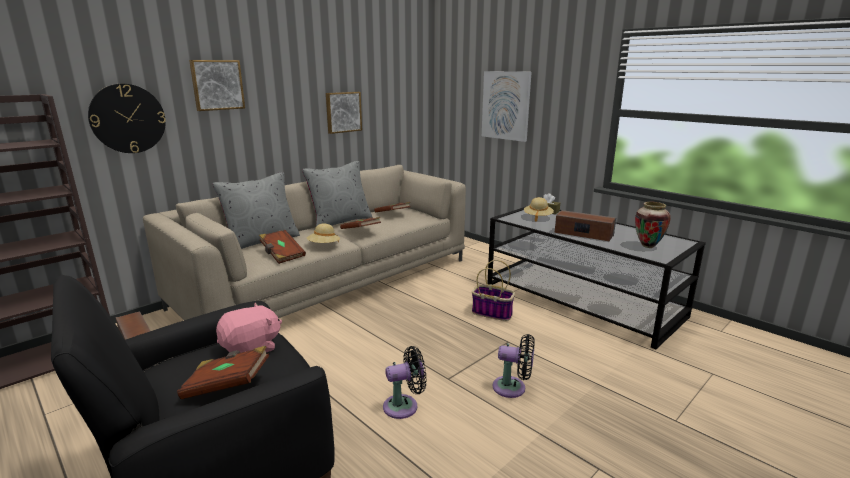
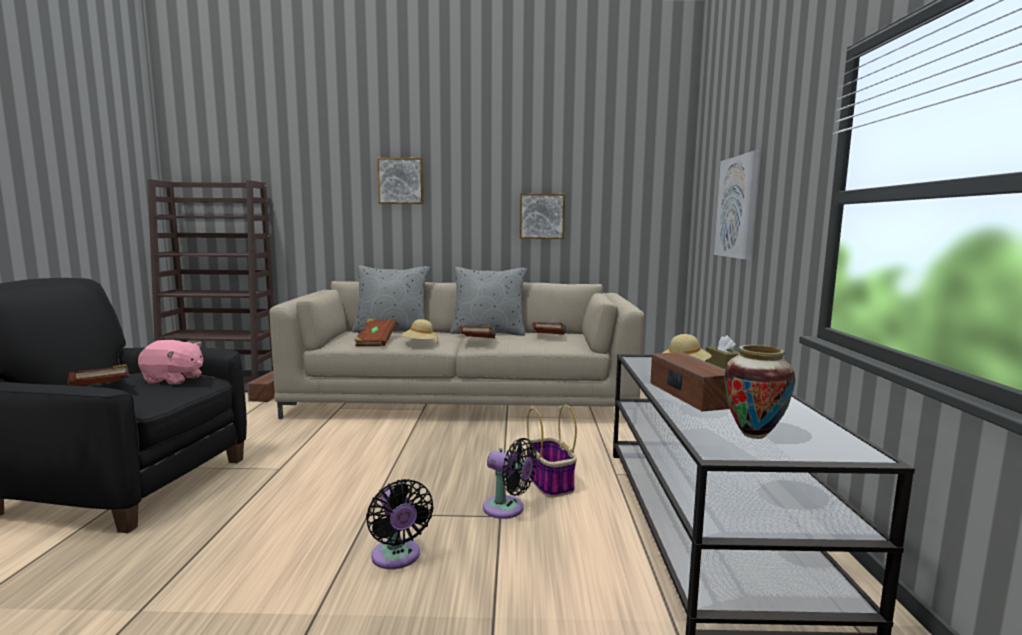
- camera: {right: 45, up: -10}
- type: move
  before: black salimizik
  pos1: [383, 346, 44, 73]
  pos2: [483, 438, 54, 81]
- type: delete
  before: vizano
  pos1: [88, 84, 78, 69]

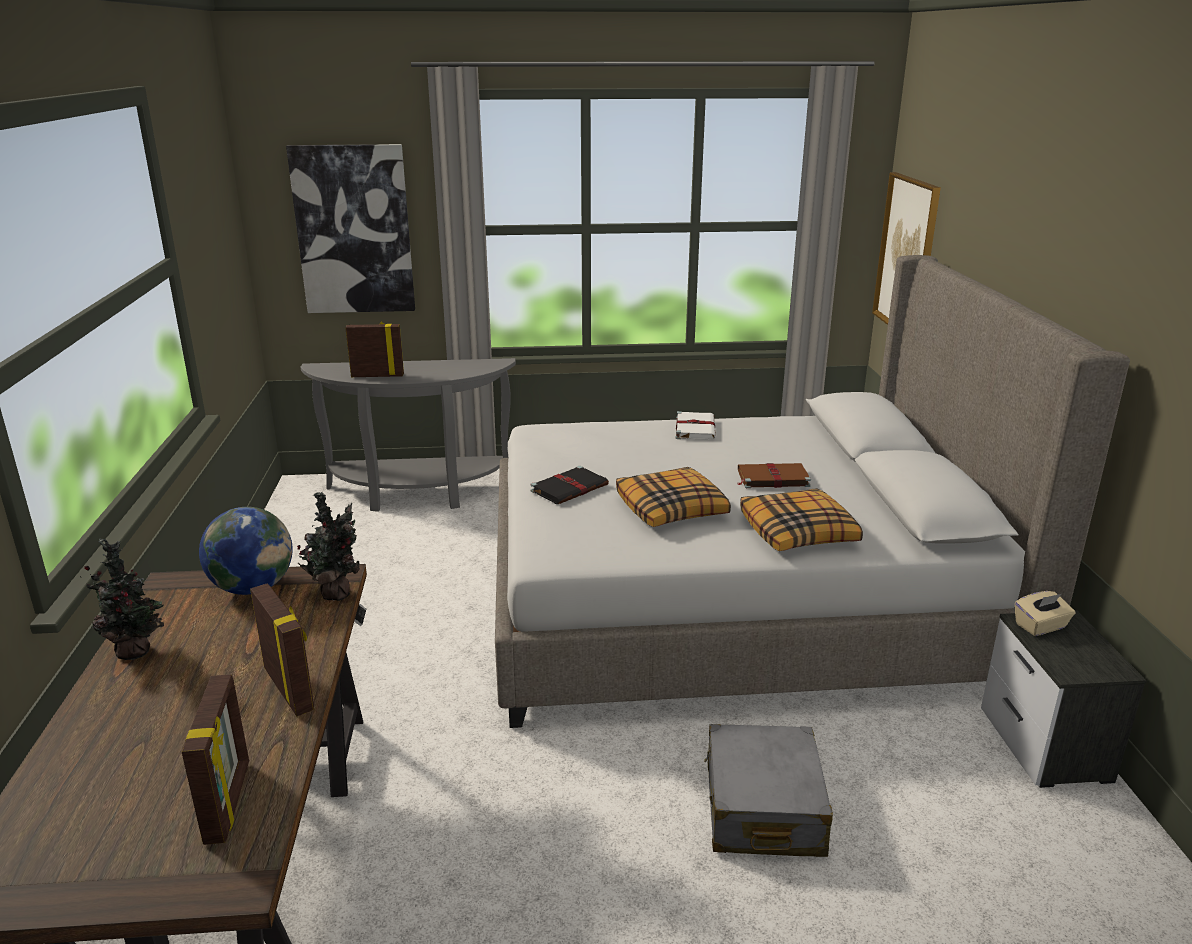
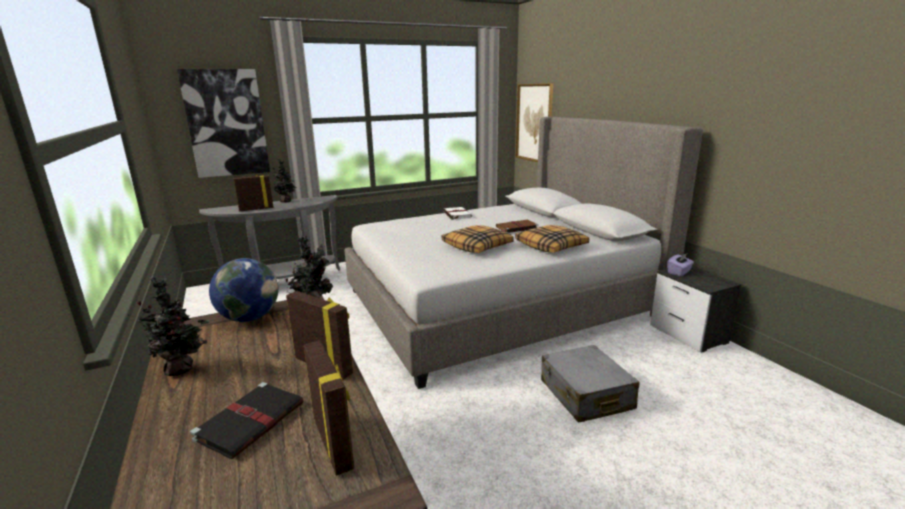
- camera: {right: -20, up: -5}
- type: move
  before: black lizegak
  pos1: [530, 466, 79, 38]
  pos2: [190, 382, 114, 77]
- type: insert
  after: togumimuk
  pos2: [273, 159, 24, 44]
- type: recolor
  before: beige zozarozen
  after: purple zozarozen
  pos1: [1015, 591, 60, 45]
  pos2: [667, 254, 27, 22]

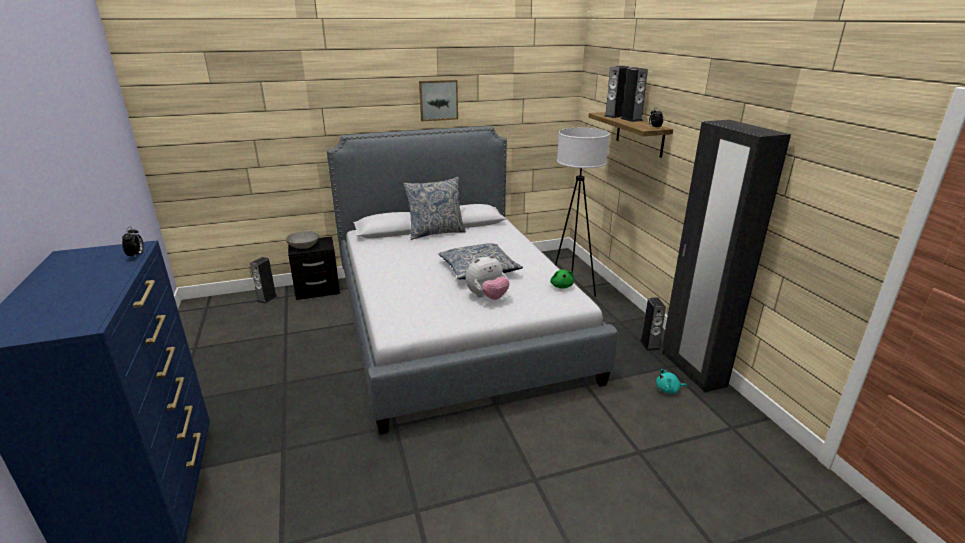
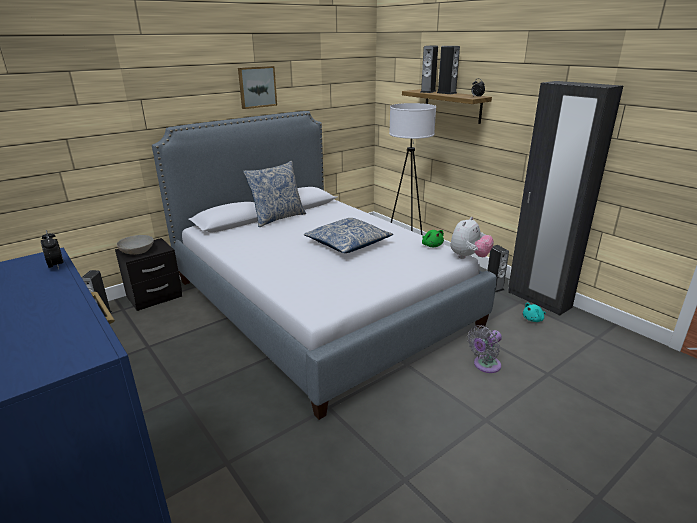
- camera: {right: -20, up: 0}
- type: move
  before: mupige
  pos1: [465, 255, 45, 45]
  pos2: [450, 217, 44, 42]
- type: insert
  after: grey salimizik
  pos2: [467, 325, 35, 48]

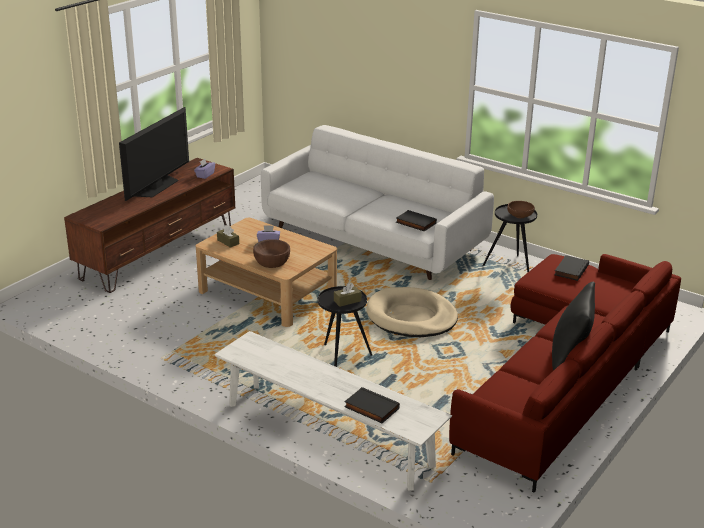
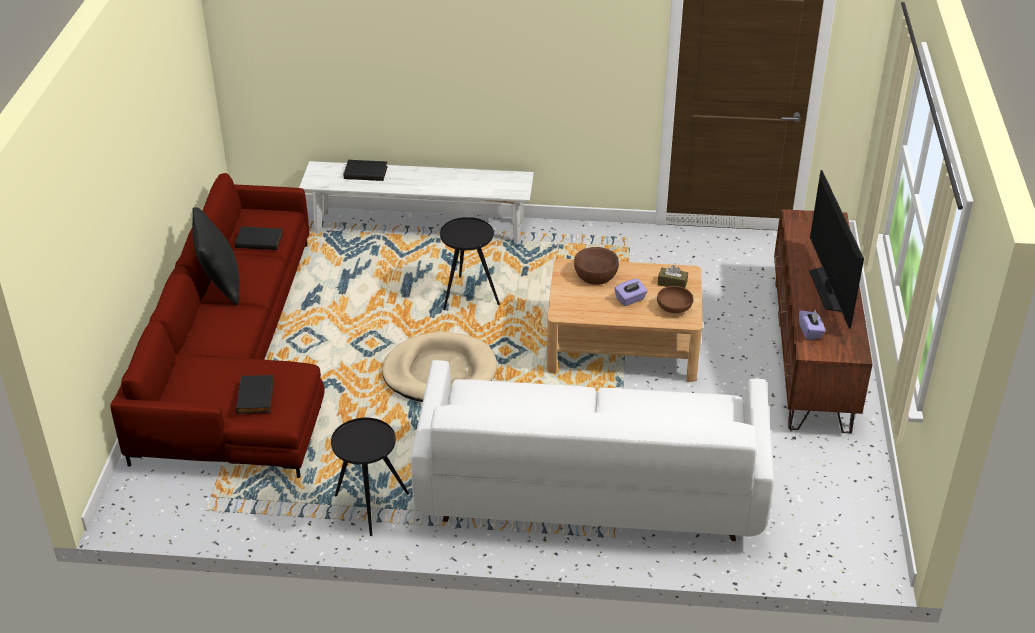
- camera: {right: 150, up: 10}
- type: move
  before: black lizegak
  pos1: [396, 210, 41, 21]
  pos2: [235, 226, 48, 24]
- type: move
  before: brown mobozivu
  pos1: [507, 201, 28, 17]
  pos2: [657, 286, 36, 27]
- type: delete
  before: brown zozarozen
  pos1: [334, 283, 27, 24]

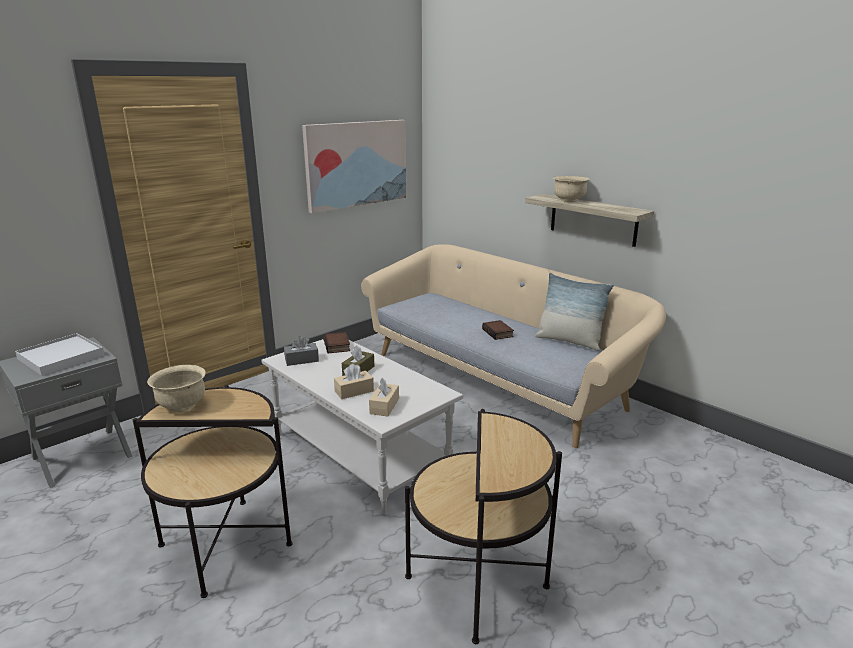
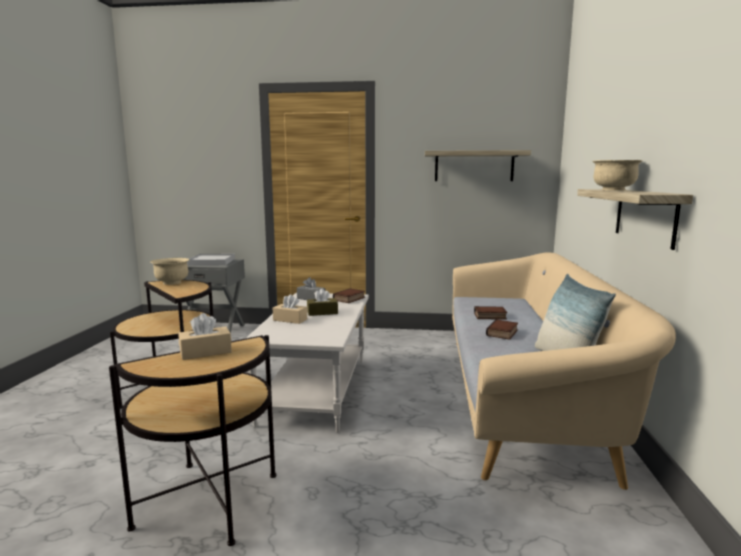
- camera: {right: 50, up: -10}
- type: move
  before: beige zozarozen
  pos1: [369, 378, 30, 39]
  pos2: [179, 313, 53, 47]
- type: replace
  before: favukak
  after: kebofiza
  pos1: [302, 120, 104, 93]
  pos2: [425, 150, 106, 31]
- type: insert
  after: lizegak
  pos2: [474, 306, 33, 14]

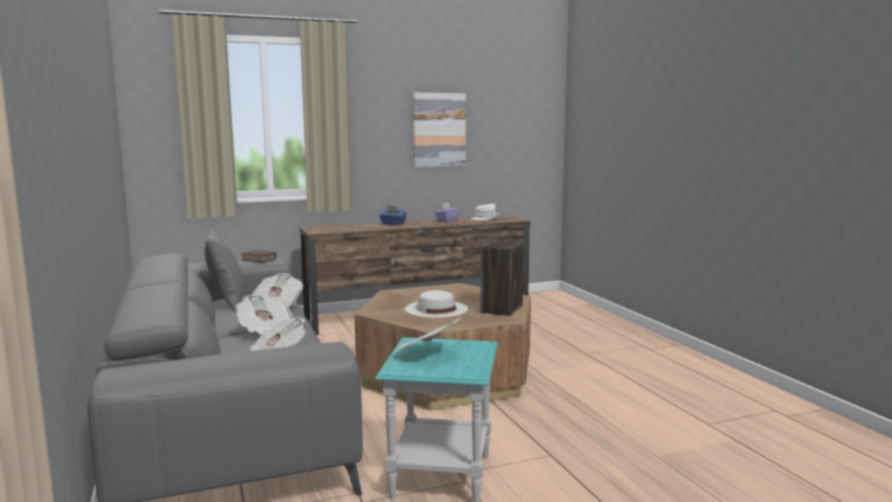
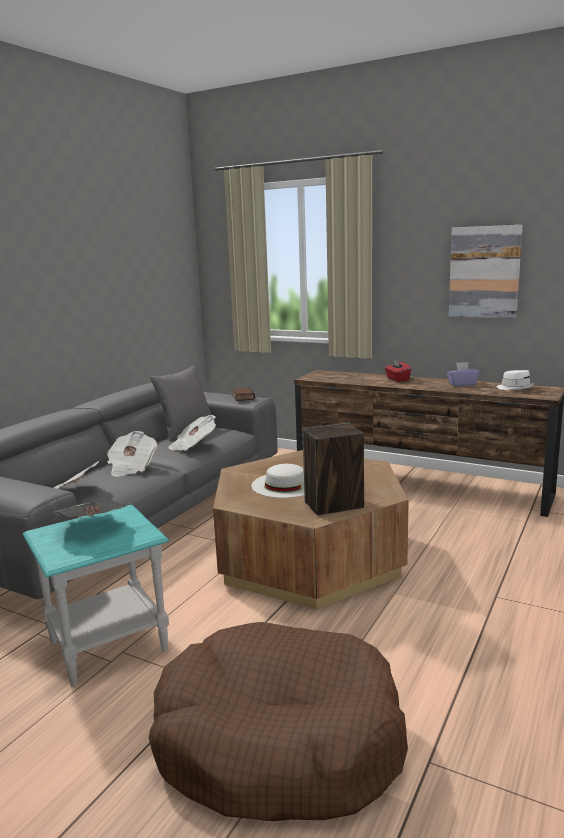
- camera: {right: 50, up: 5}
- type: insert
  after: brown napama
  pos2: [149, 622, 259, 199]
- type: recolor
  before: blue zozarozen
  after: red zozarozen
  pos1: [379, 206, 28, 19]
  pos2: [385, 359, 26, 23]

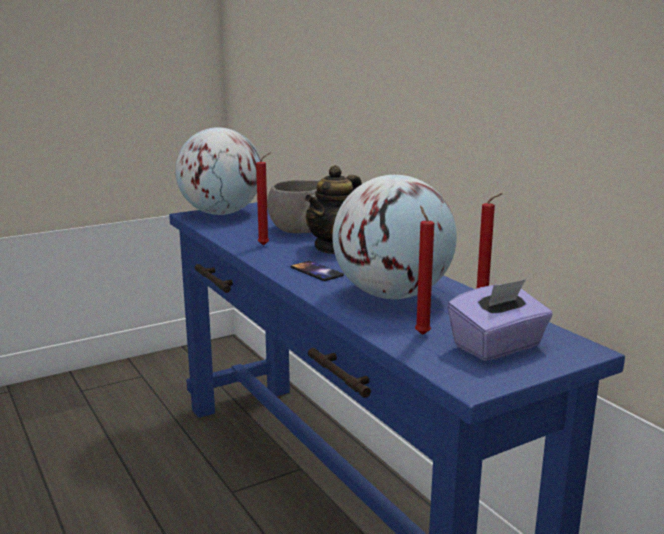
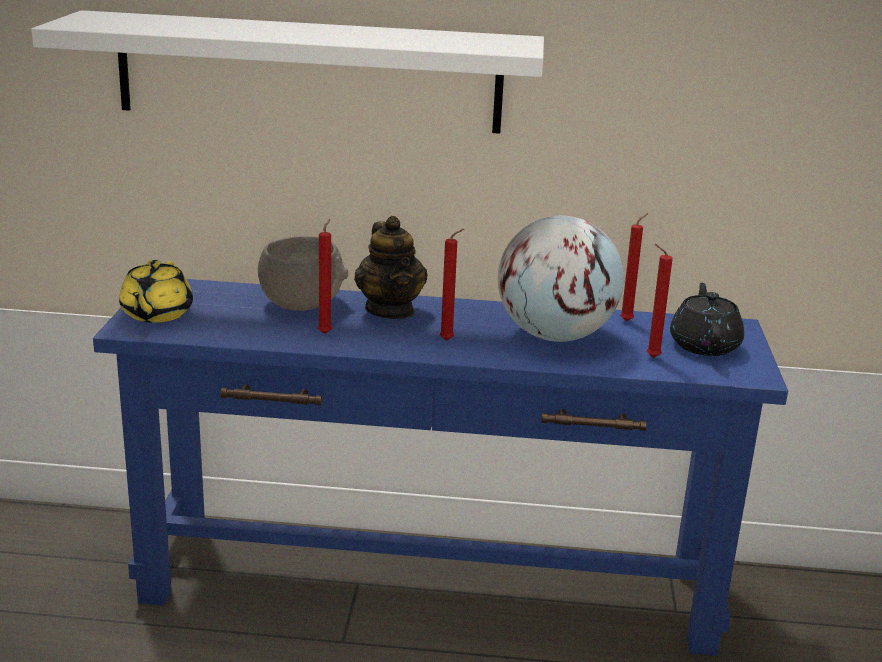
- camera: {right: -55, up: 5}
- type: insert
  after: white kebofiza
  pos2: [31, 10, 513, 124]
- type: replace
  before: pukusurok
  after: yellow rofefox
  pos1: [175, 127, 86, 88]
  pos2: [119, 260, 74, 63]
- type: replace
  before: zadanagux
  after: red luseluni
  pos1: [291, 261, 53, 20]
  pos2: [439, 229, 25, 112]
- type: replace
  before: purple zozarozen
  after: black rofefox
  pos1: [447, 279, 106, 82]
  pos2: [670, 283, 74, 73]

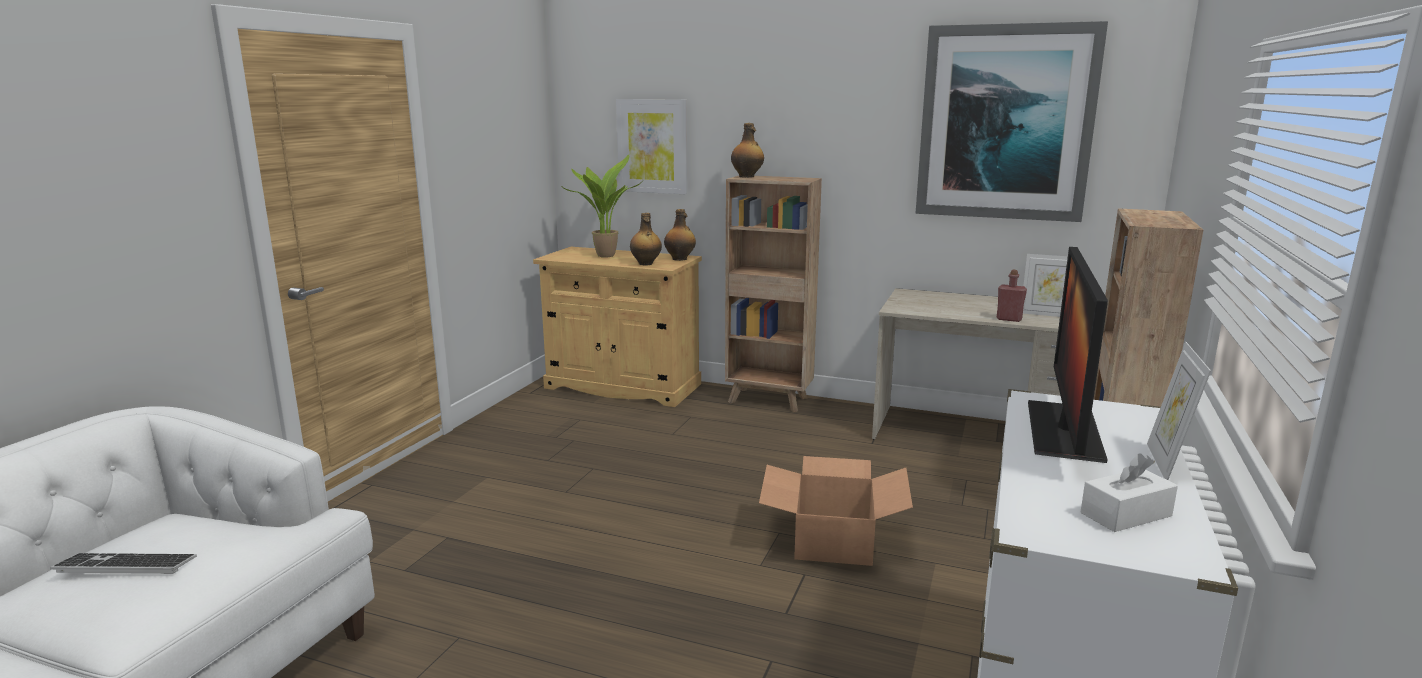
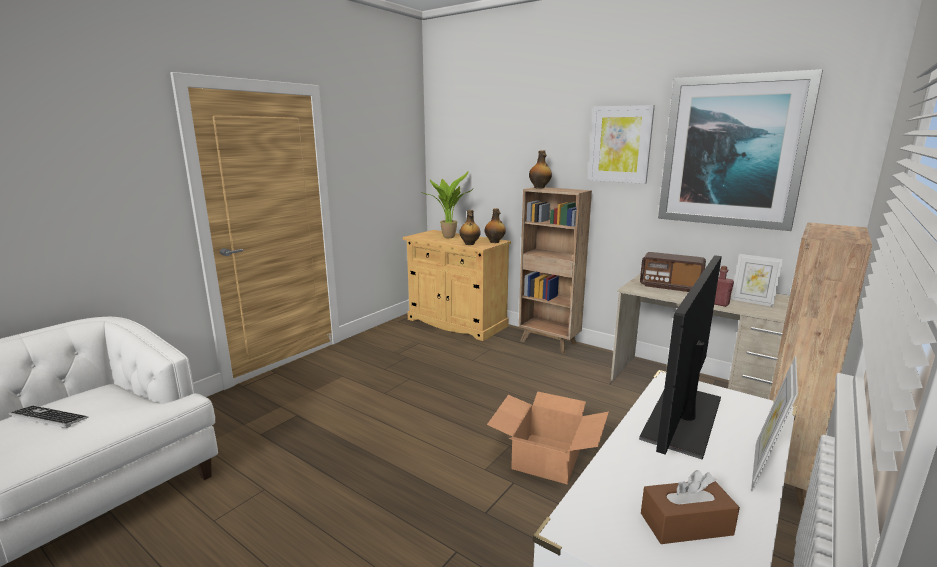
- camera: {right: 15, up: 0}
- type: move
  before: favukak
  pos1: [616, 99, 71, 95]
  pos2: [588, 105, 67, 79]
- type: insert
  after: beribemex
  pos2: [640, 252, 66, 40]
- type: recolor
  before: white zozarozen
  after: brown zozarozen
  pos1: [1081, 453, 97, 79]
  pos2: [641, 470, 99, 74]

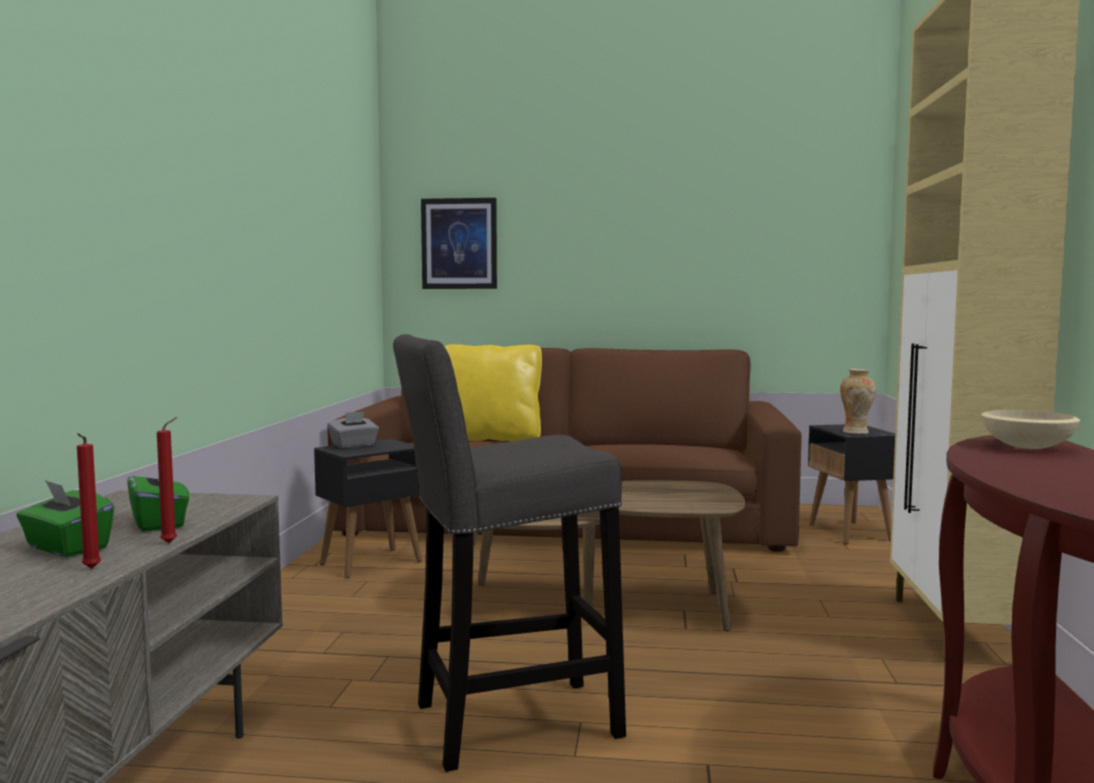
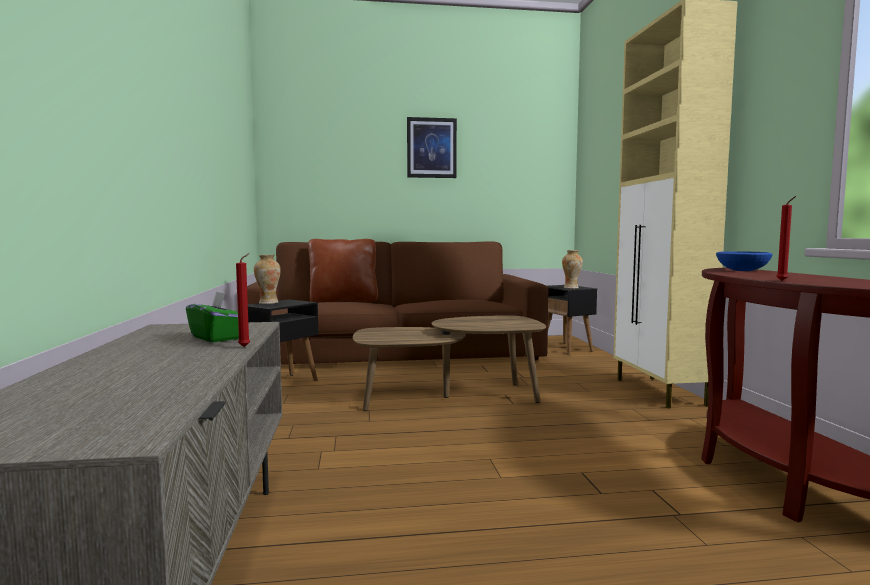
- camera: {right: -15, up: 0}
- type: replace
  before: grey zozarozen
  after: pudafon
  pos1: [327, 411, 52, 37]
  pos2: [254, 255, 27, 49]
- type: recolor
  before: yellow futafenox
  after: brown futafenox
  pos1: [445, 344, 97, 98]
  pos2: [308, 239, 70, 63]
- type: move
  before: favukak
  pos1: [421, 198, 76, 91]
  pos2: [407, 117, 50, 61]
- type: recolor
  before: beige mobozivu
  after: blue mobozivu
  pos1: [981, 410, 99, 39]
  pos2: [716, 251, 57, 20]
- type: move
  before: red luseluni
  pos1: [77, 433, 24, 136]
  pos2: [776, 196, 20, 85]
- type: delete
  before: green zozarozen
  pos1: [16, 480, 98, 77]
- type: delete
  before: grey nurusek
  pos1: [393, 334, 233, 438]

